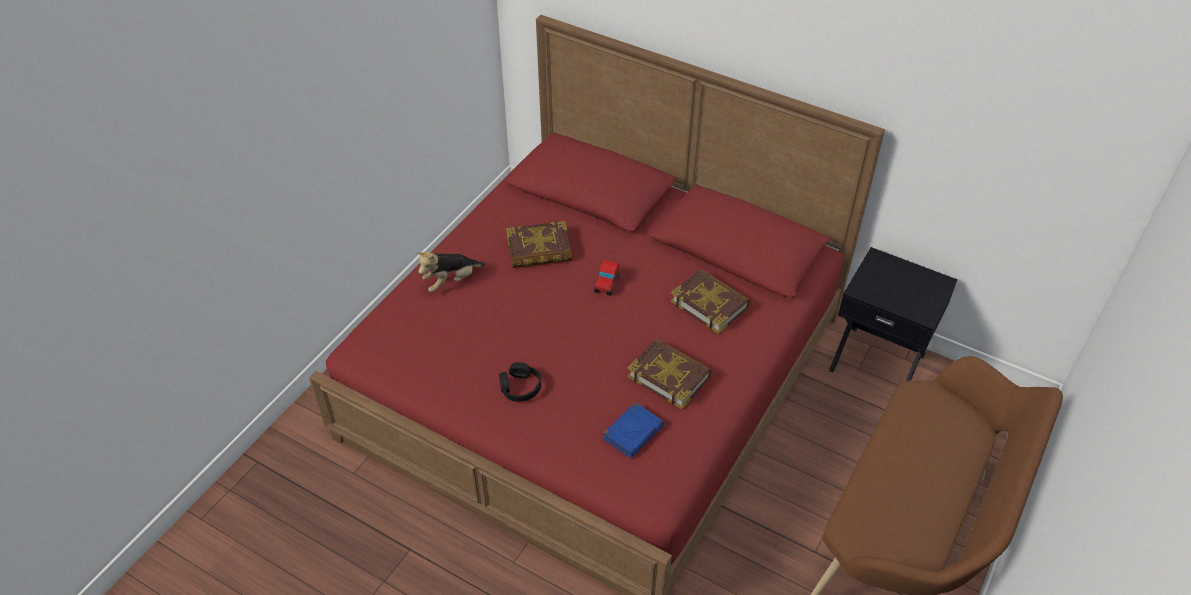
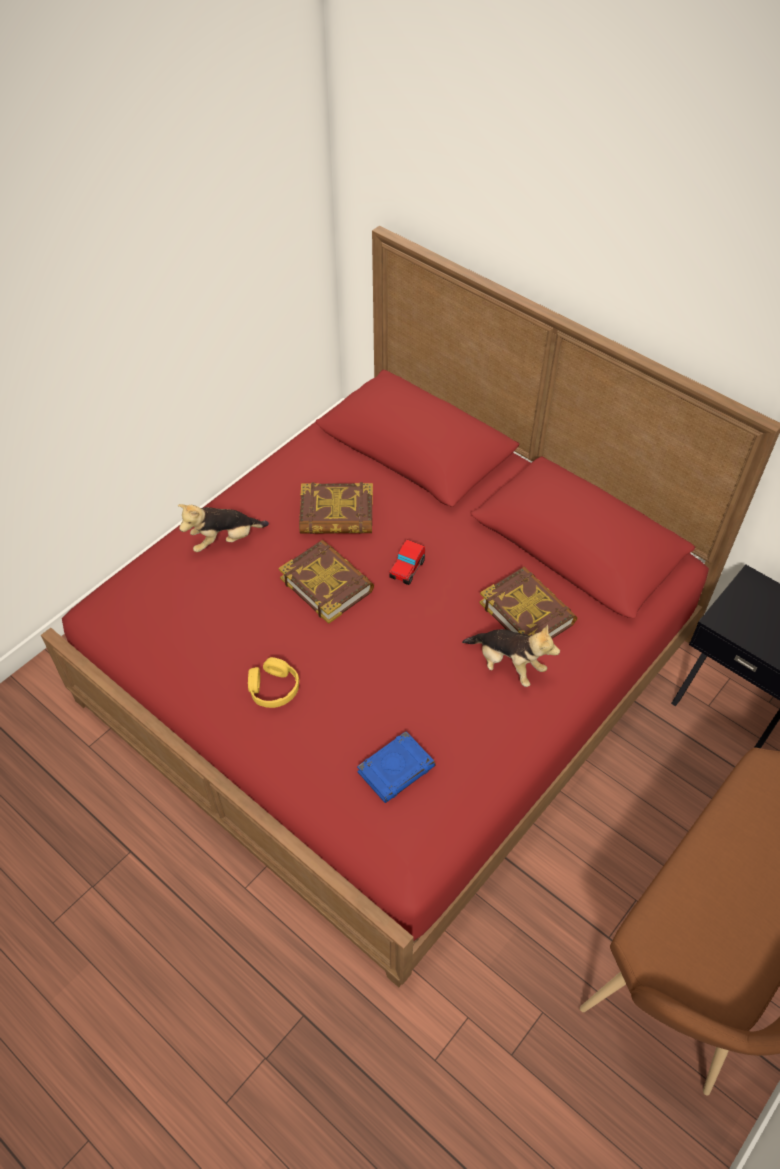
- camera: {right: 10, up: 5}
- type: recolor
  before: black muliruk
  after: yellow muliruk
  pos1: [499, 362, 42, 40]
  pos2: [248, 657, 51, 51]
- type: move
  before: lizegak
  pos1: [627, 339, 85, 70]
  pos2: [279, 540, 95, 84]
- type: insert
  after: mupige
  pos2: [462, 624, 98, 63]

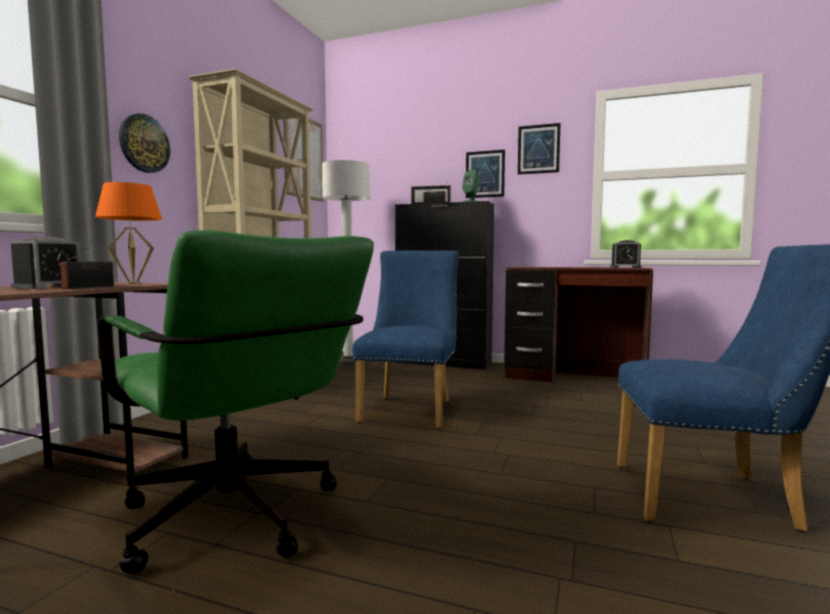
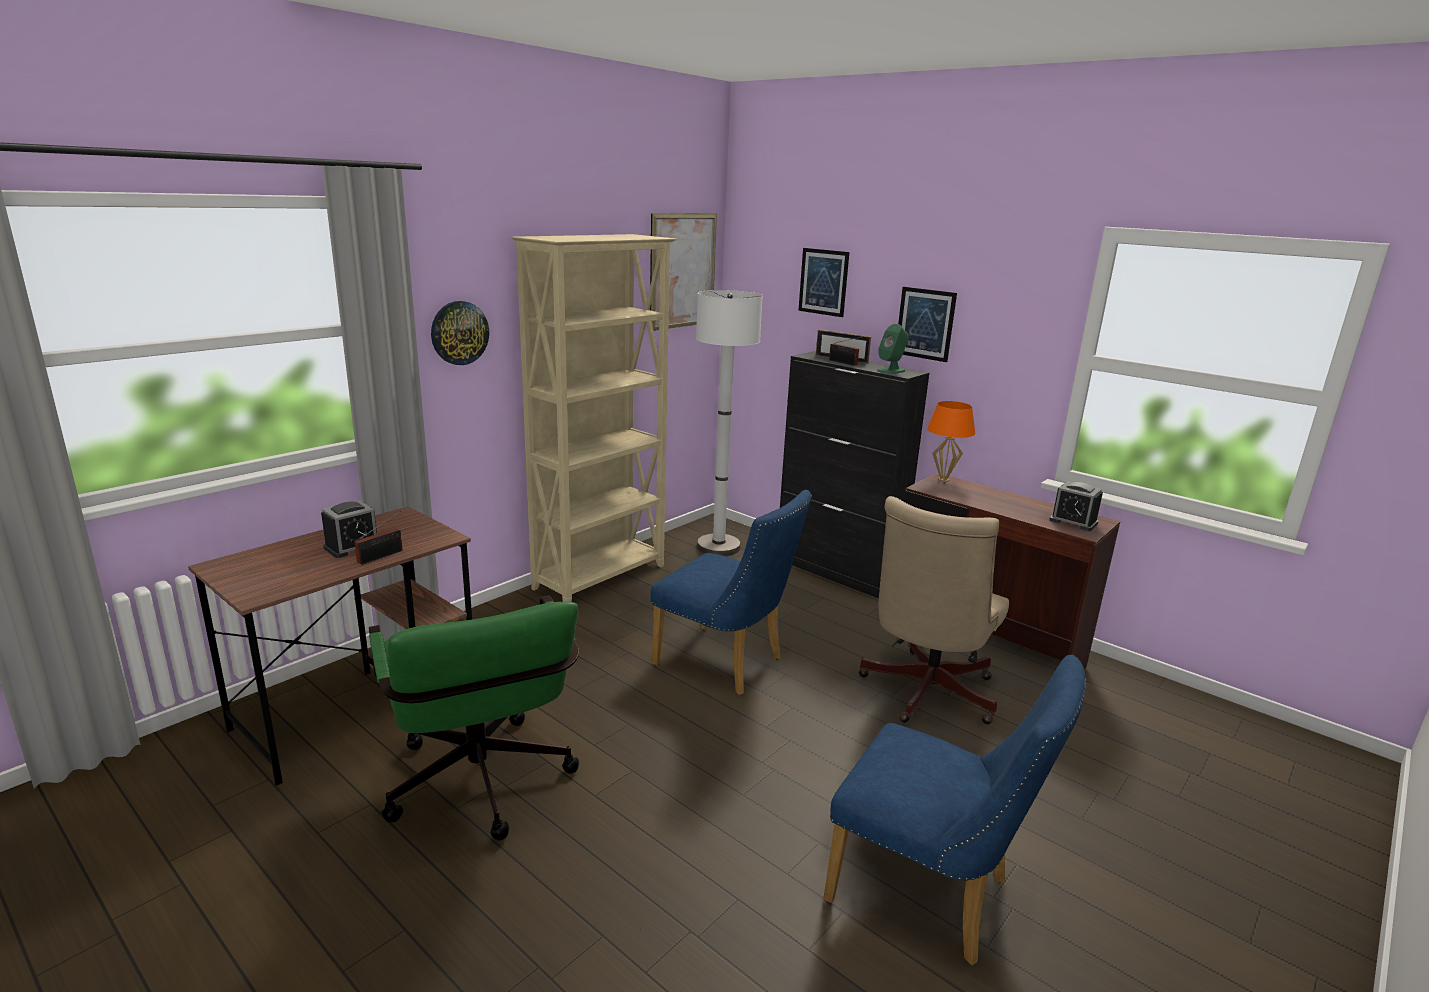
- camera: {right: 20, up: 15}
- type: rotate
  before: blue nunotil
  pos1: [352, 250, 107, 179]
  pos2: [651, 490, 161, 205]
  turn: 90
- type: move
  before: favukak
  pos1: [518, 123, 42, 52]
  pos2: [798, 248, 51, 69]
- type: insert
  after: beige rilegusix
  pos2: [859, 496, 150, 229]
- type: move
  before: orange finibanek
  pos1: [95, 182, 67, 102]
  pos2: [927, 401, 48, 81]

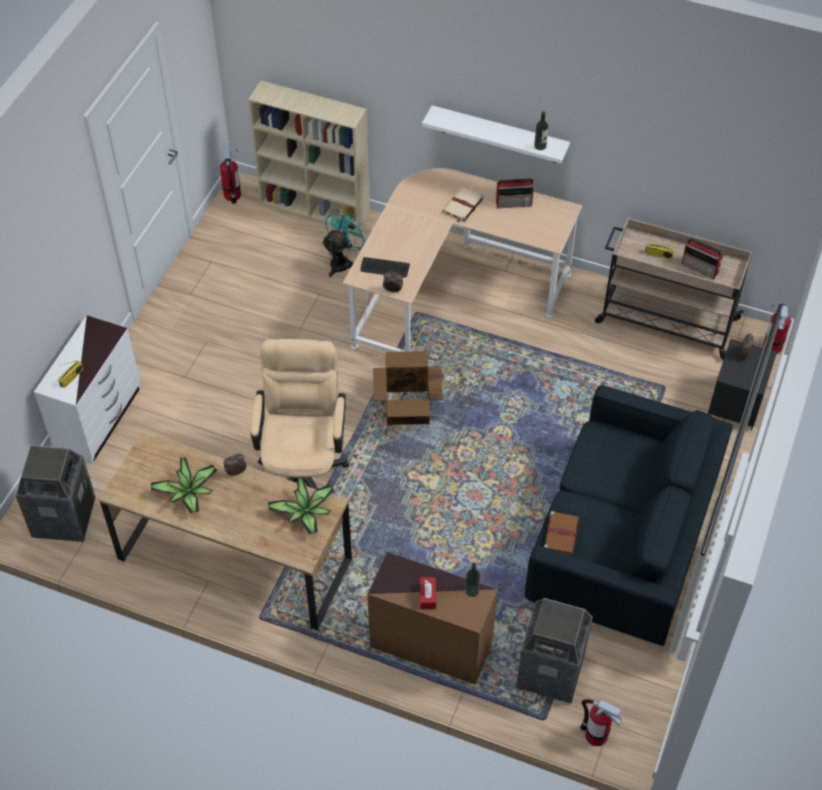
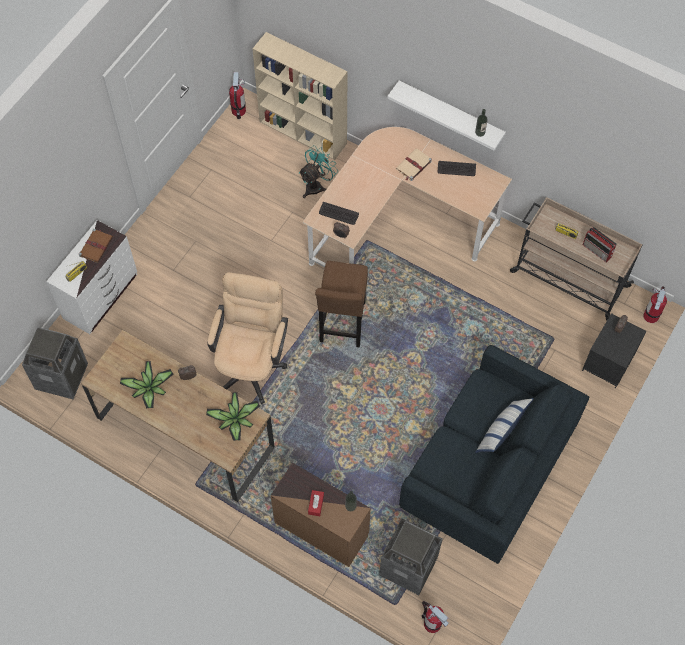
- camera: {right: 10, up: 10}
- type: move
  before: brown lizegak
  pos1: [544, 511, 35, 44]
  pos2: [79, 229, 34, 34]
- type: replace
  before: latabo
  after: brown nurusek
  pos1: [373, 351, 70, 74]
  pos2: [315, 261, 53, 86]
- type: replace
  before: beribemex
  after: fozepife
  pos1: [496, 178, 39, 30]
  pos2: [438, 161, 38, 15]
- type: insert
  after: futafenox
  pos2: [475, 398, 59, 55]

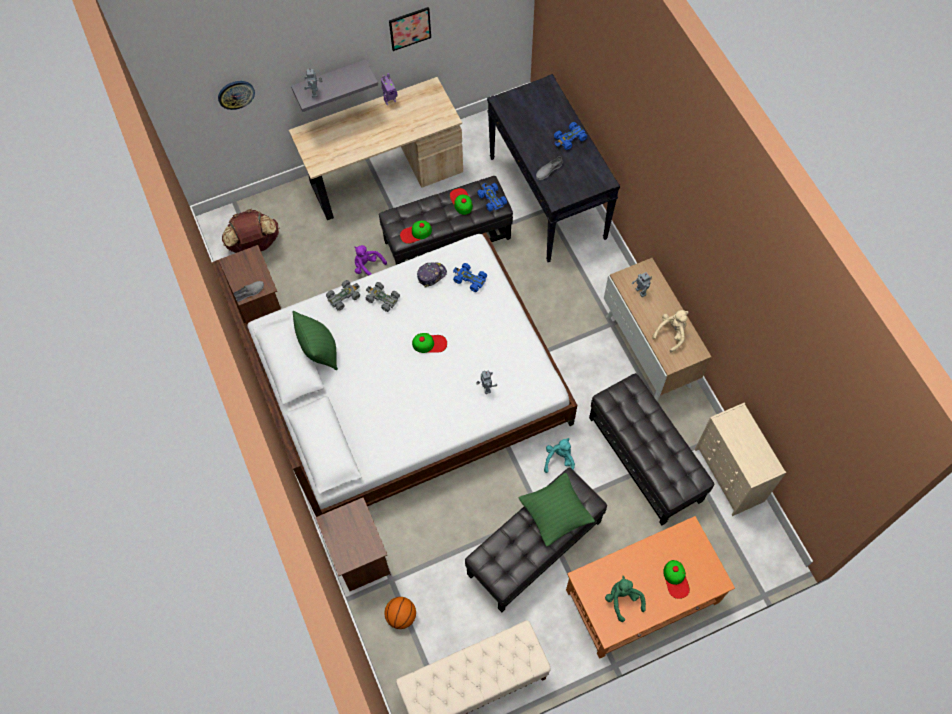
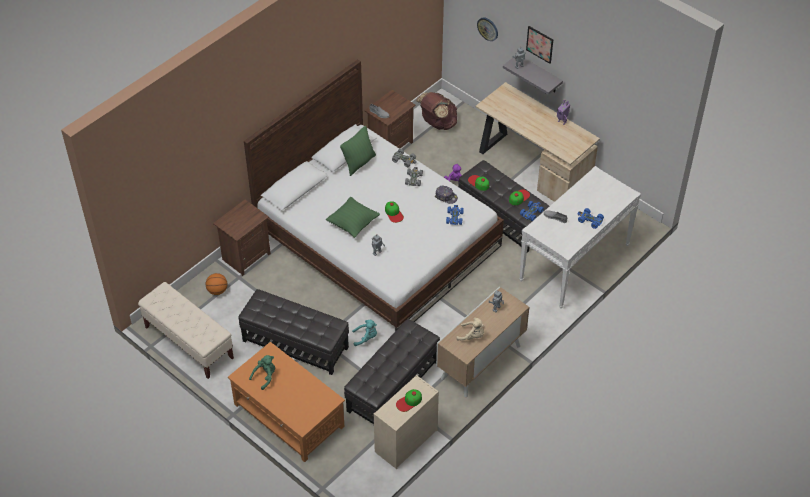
- camera: {right: 65, up: -15}
- type: move
  before: green futafenox
  pos1: [518, 473, 77, 74]
  pos2: [326, 197, 54, 41]
- type: move
  before: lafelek
  pos1: [663, 560, 27, 39]
  pos2: [396, 389, 26, 23]
- type: recolor
  before: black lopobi
  after: white lopobi
  pos1: [487, 74, 133, 188]
  pos2: [519, 166, 122, 143]
- type: move
  before: favukak
  pos1: [389, 7, 42, 44]
  pos2: [526, 26, 27, 38]

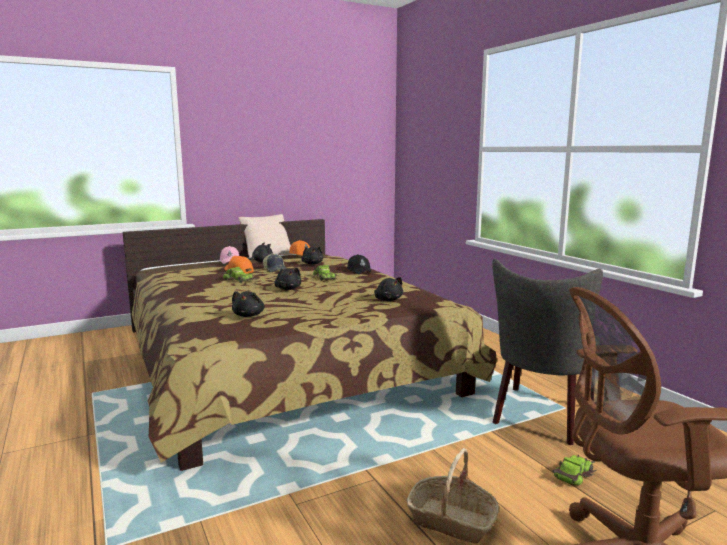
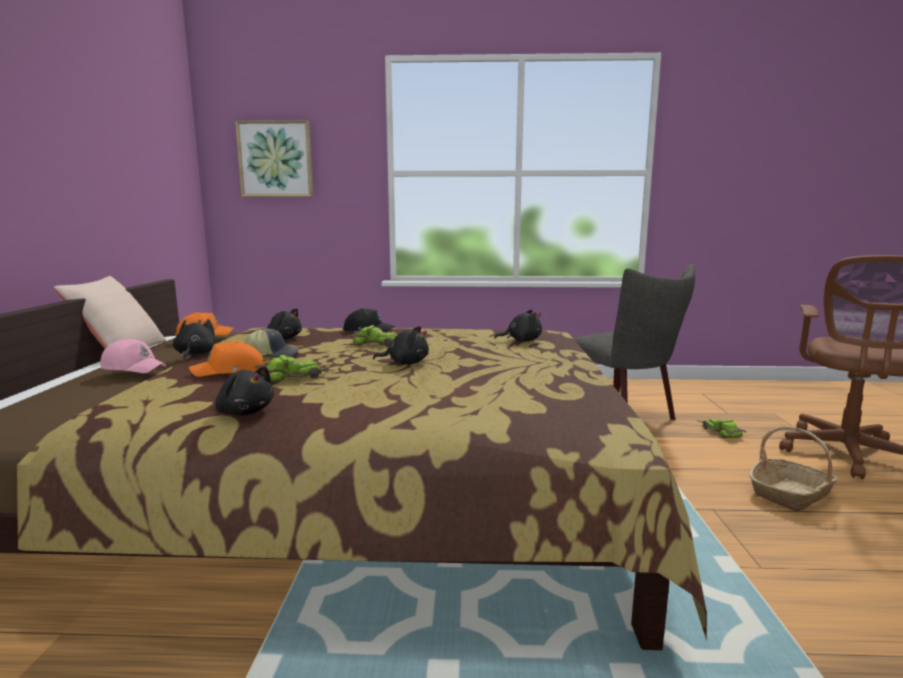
- camera: {right: -60, up: 0}
- type: move
  before: black mupige
  pos1: [232, 291, 33, 26]
  pos2: [215, 366, 59, 49]
- type: insert
  after: favukak
  pos2: [235, 120, 78, 77]

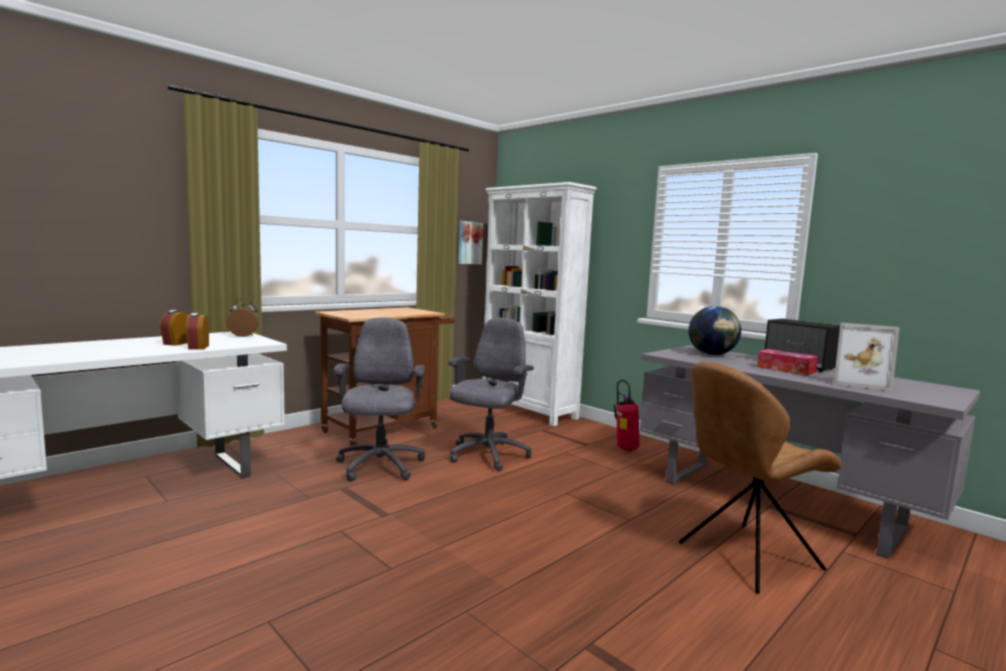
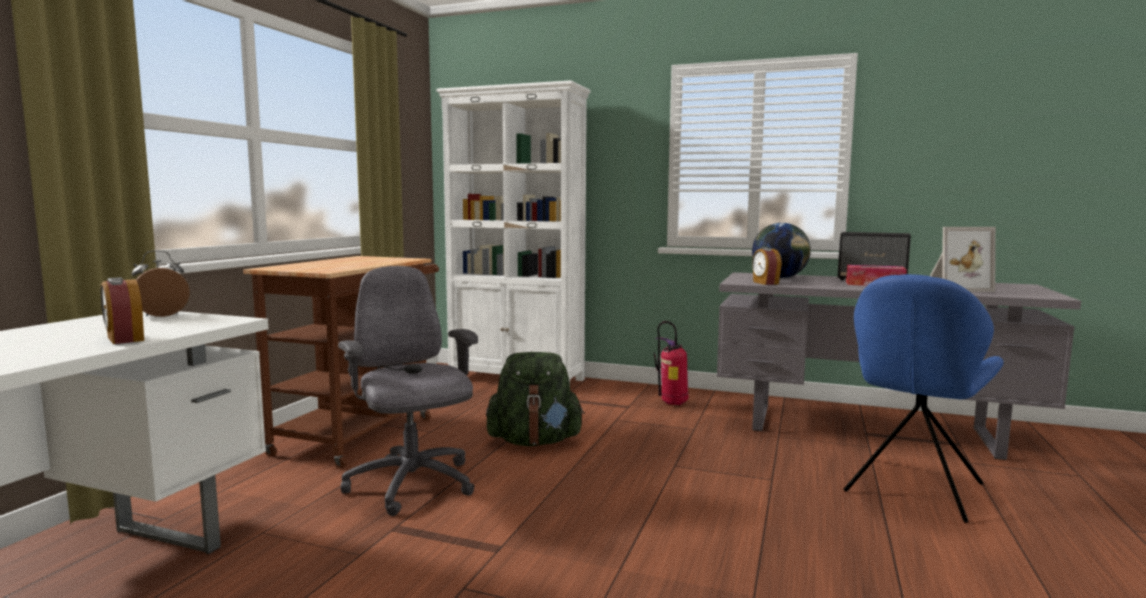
- camera: {right: -25, up: 0}
- type: replace
  before: grey rilegusix
  after: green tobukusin
  pos1: [448, 318, 86, 153]
  pos2: [486, 352, 99, 94]
- type: move
  before: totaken
  pos1: [160, 310, 29, 36]
  pos2: [752, 247, 30, 38]
- type: recolor
  before: brown nunotil
  after: blue nunotil
  pos1: [679, 362, 163, 232]
  pos2: [843, 274, 160, 249]
- type: delete
  before: favukak
  pos1: [459, 221, 24, 44]

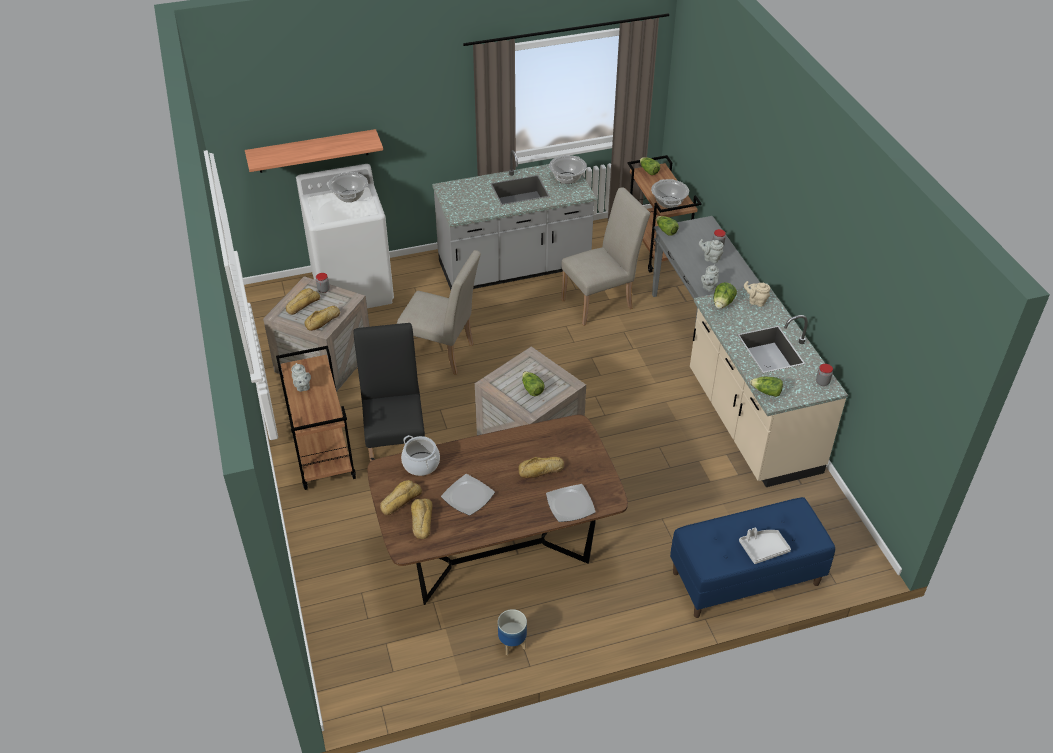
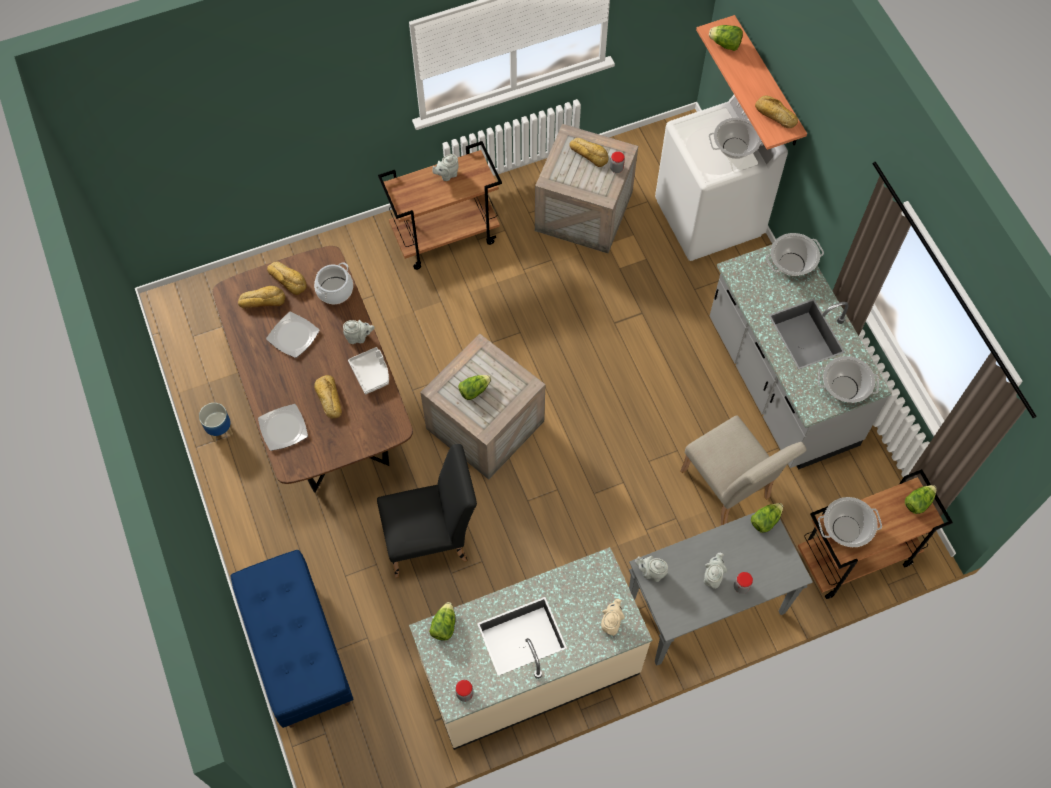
- camera: {right: 85, up: 20}
- type: insert
  after: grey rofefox
  pos2: [343, 320, 32, 24]
- type: move
  before: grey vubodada
  pos1: [739, 528, 52, 36]
  pos2: [348, 347, 41, 47]
- type: move
  before: black nunotil
  pos1: [353, 323, 72, 139]
  pos2: [377, 444, 100, 134]
- type: move
  before: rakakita
  pos1: [714, 282, 23, 27]
  pos2: [709, 25, 34, 26]
- type: move
  before: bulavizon
  pos1: [304, 306, 36, 25]
  pos2: [755, 96, 43, 32]
- type: insert
  after: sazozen
  pos2: [766, 233, 58, 43]
- type: delete
  before: beige nunotil
  pos1: [397, 250, 84, 125]

